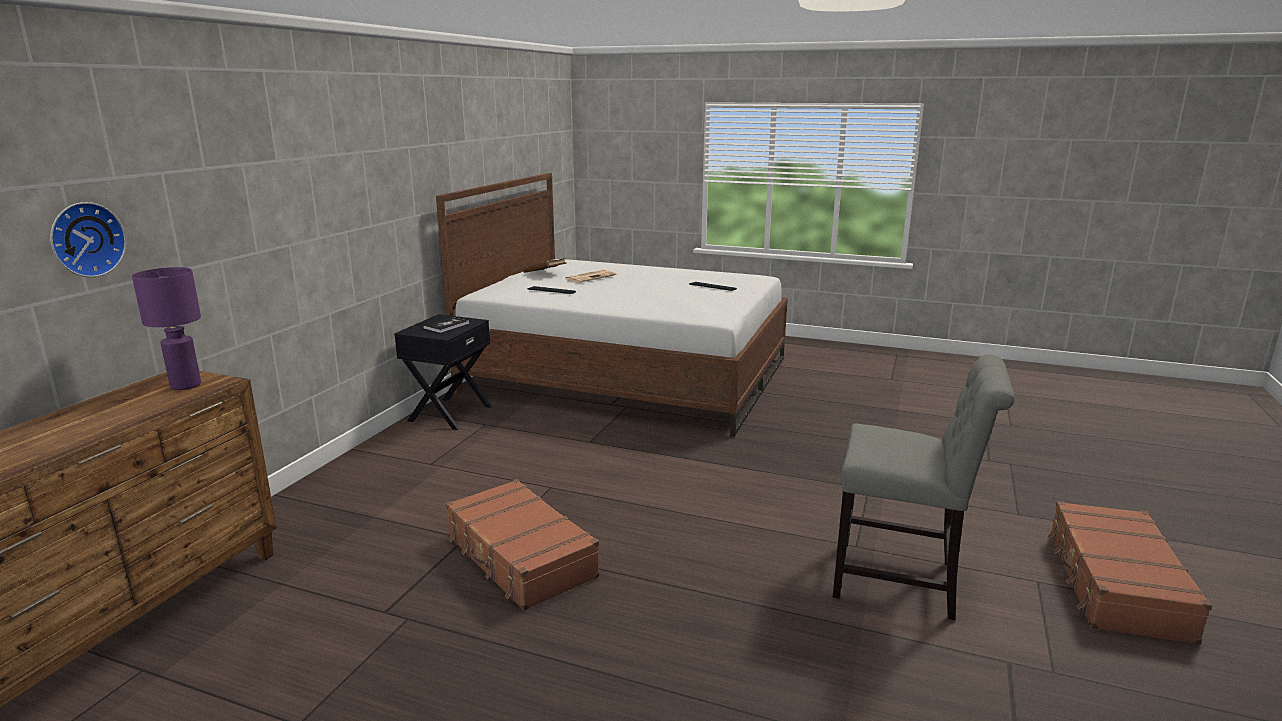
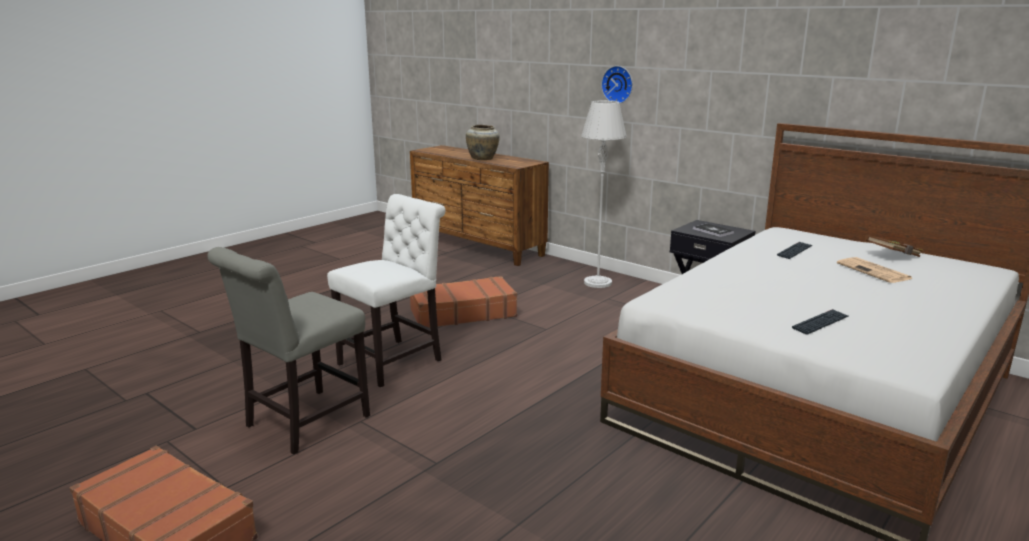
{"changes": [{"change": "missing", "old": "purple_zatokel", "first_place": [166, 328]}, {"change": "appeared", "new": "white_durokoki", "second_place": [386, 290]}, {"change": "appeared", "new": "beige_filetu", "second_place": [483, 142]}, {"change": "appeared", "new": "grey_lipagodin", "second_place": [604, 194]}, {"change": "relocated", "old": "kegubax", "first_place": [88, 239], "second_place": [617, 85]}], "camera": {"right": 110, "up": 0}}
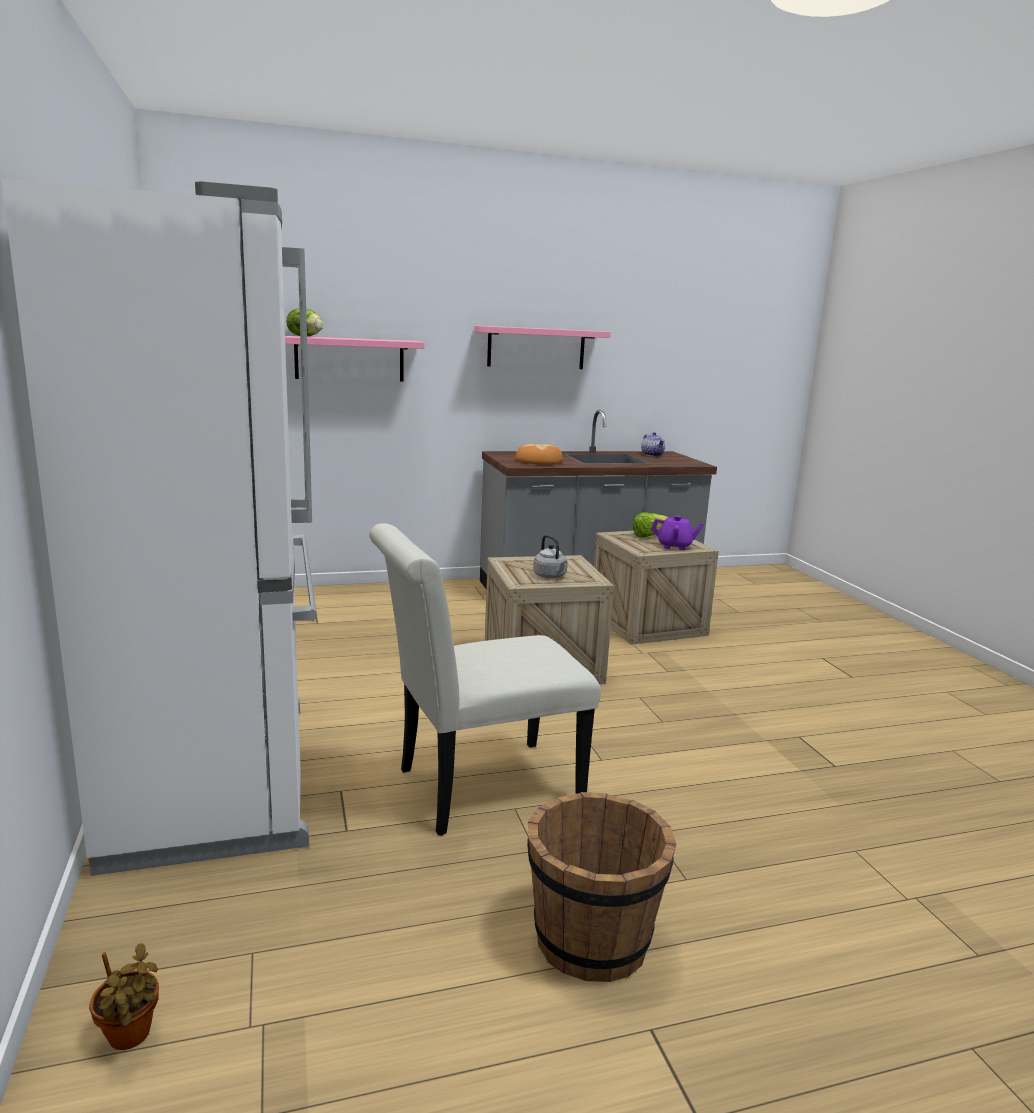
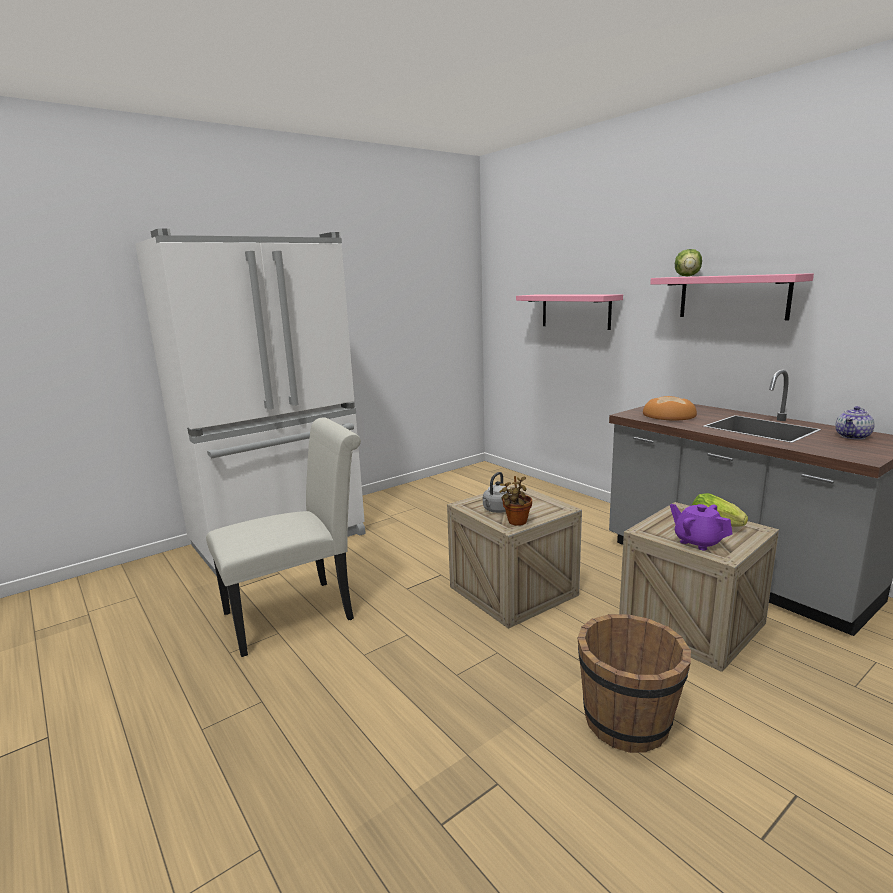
{"changes": [{"change": "relocated", "old": "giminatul", "first_place": [124, 996], "second_place": [515, 501]}, {"change": "relocated", "old": "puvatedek", "first_place": [304, 322], "second_place": [688, 262]}, {"change": "relocated", "old": "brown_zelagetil", "first_place": [601, 887], "second_place": [634, 683]}, {"change": "spun", "old": "white_durokoki", "first_place": [485, 679], "second_place": [283, 537], "degrees": 105}, {"change": "spun", "old": "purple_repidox", "first_place": [677, 533], "second_place": [701, 527], "degrees": 150}], "camera": {"right": 70, "up": 0}}
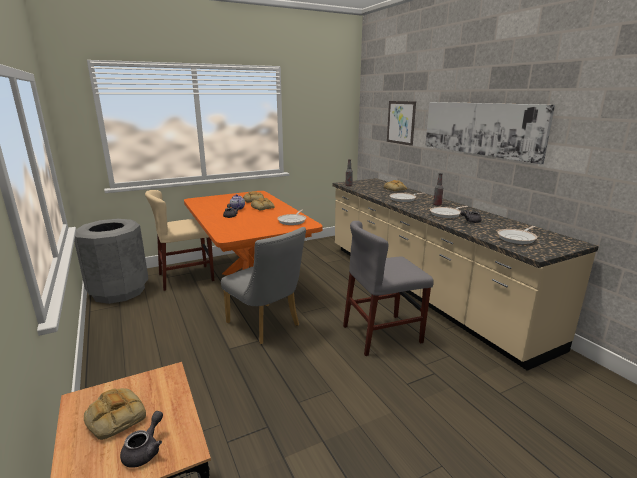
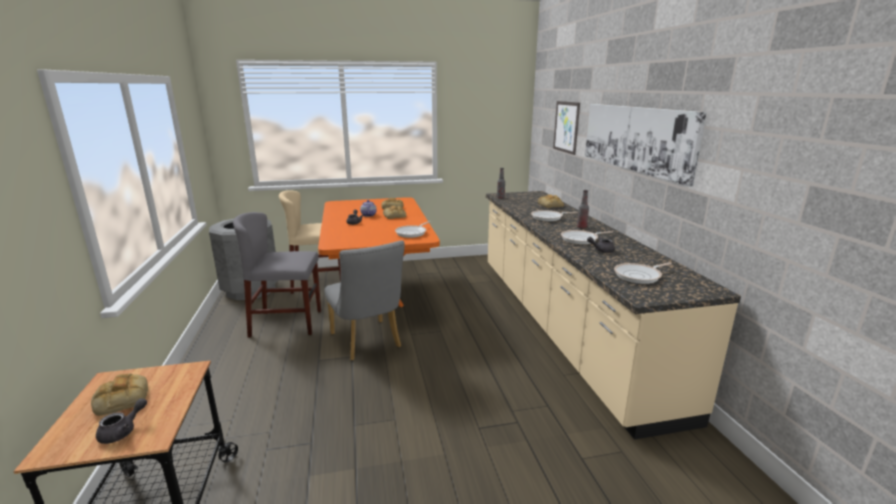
{"changes": [{"change": "relocated", "old": "grey_durokoki", "first_place": [388, 288], "second_place": [277, 275]}], "camera": {"right": 15, "up": 0}}
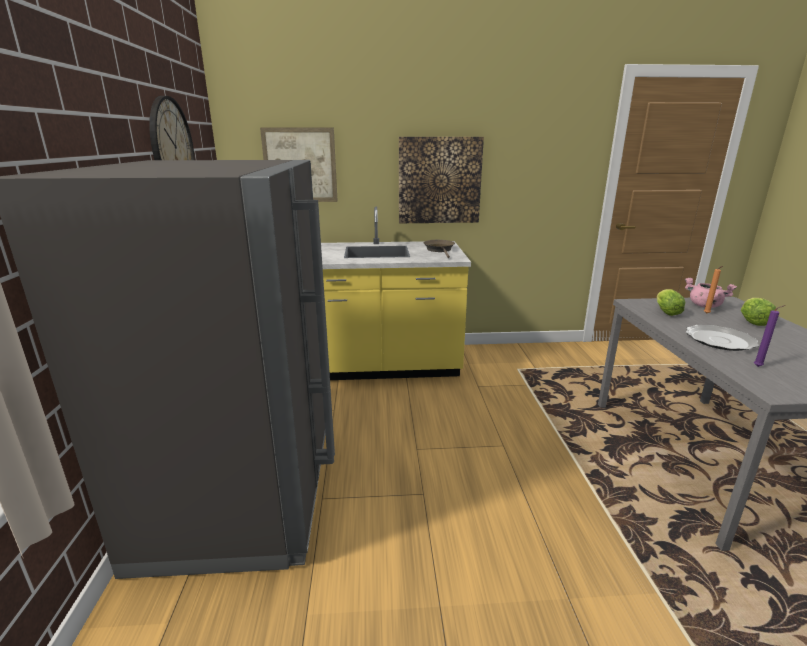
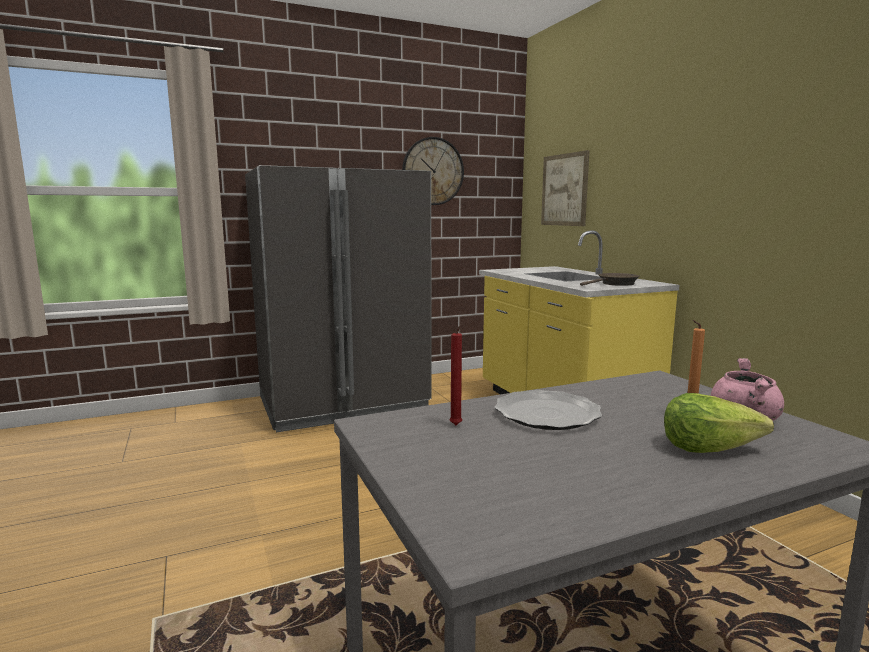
{"changes": [{"change": "missing", "old": "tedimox", "first_place": [441, 180]}, {"change": "missing", "old": "puvatedek", "first_place": [671, 302]}, {"change": "colour", "old": "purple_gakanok", "new": "red_gakanok", "first_place": [769, 336], "second_place": [455, 375]}], "camera": {"right": 70, "up": -10}}
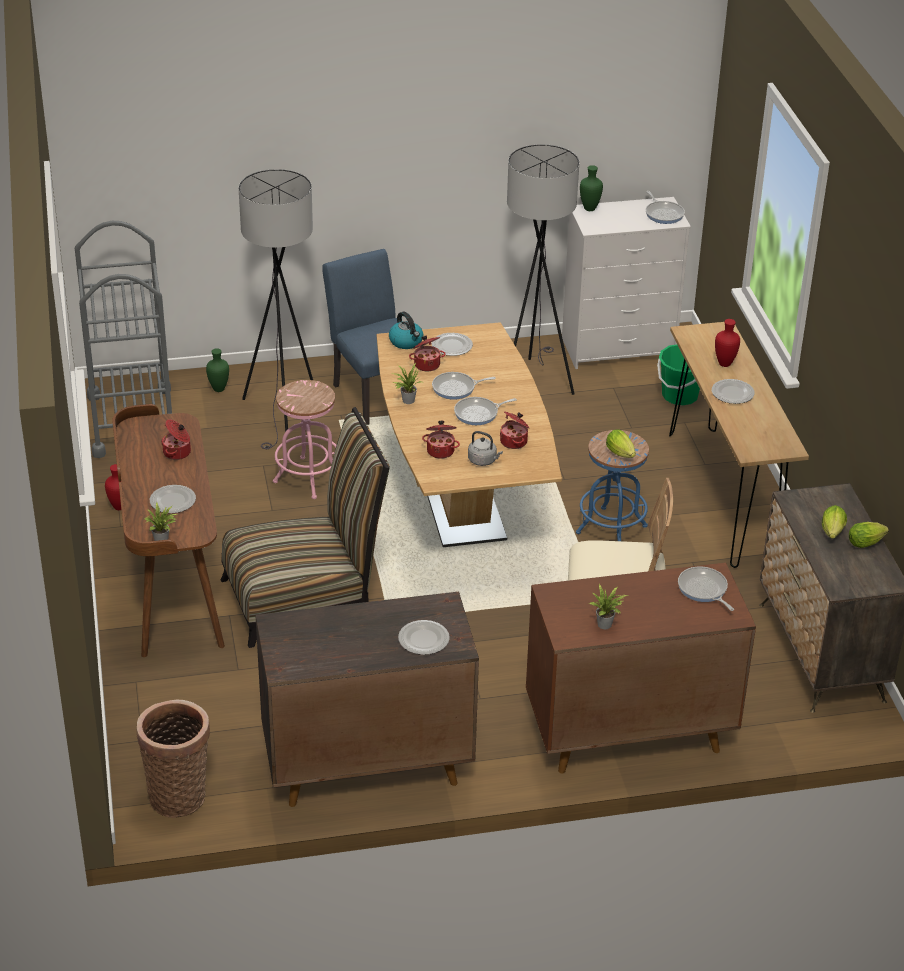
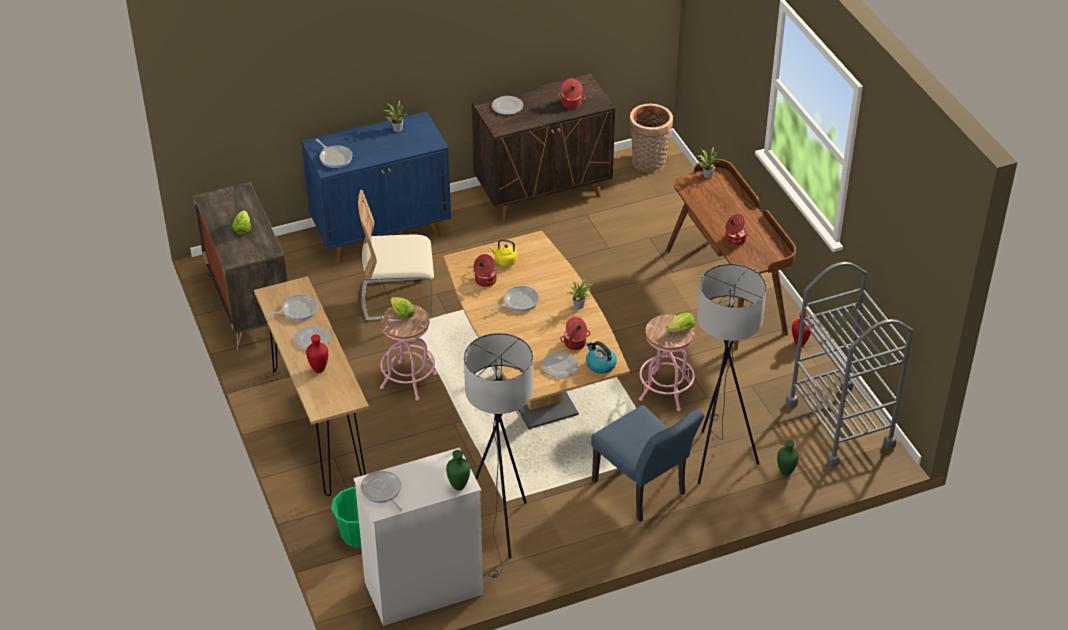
{"changes": [{"change": "missing", "old": "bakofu", "first_place": [173, 499]}, {"change": "missing", "old": "durokoki", "first_place": [305, 527]}, {"change": "relocated", "old": "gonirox", "first_place": [441, 440], "second_place": [572, 94]}, {"change": "relocated", "old": "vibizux", "first_place": [464, 386], "second_place": [291, 307]}, {"change": "relocated", "old": "puvatedek", "first_place": [869, 535], "second_place": [680, 322]}, {"change": "colour", "old": "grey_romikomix", "new": "yellow_romikomix", "first_place": [485, 448], "second_place": [503, 252]}, {"change": "colour", "old": "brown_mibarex", "new": "blue_mibarex", "first_place": [641, 668], "second_place": [376, 187]}, {"change": "colour", "old": "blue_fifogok", "new": "pink_fifogok", "first_place": [612, 485], "second_place": [408, 353]}], "camera": {"right": 170, "up": 5}}
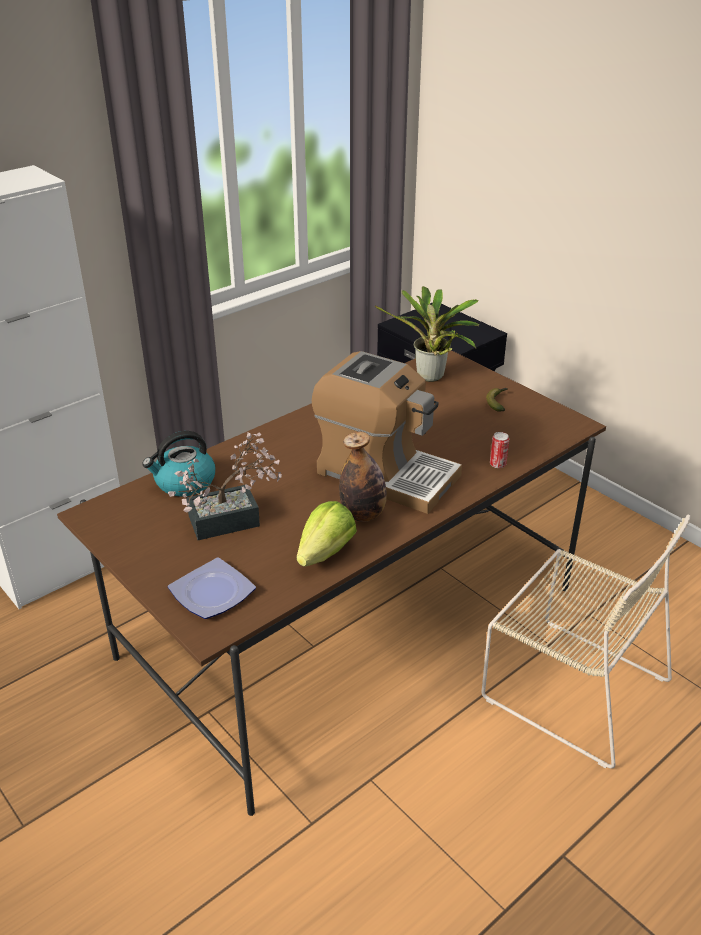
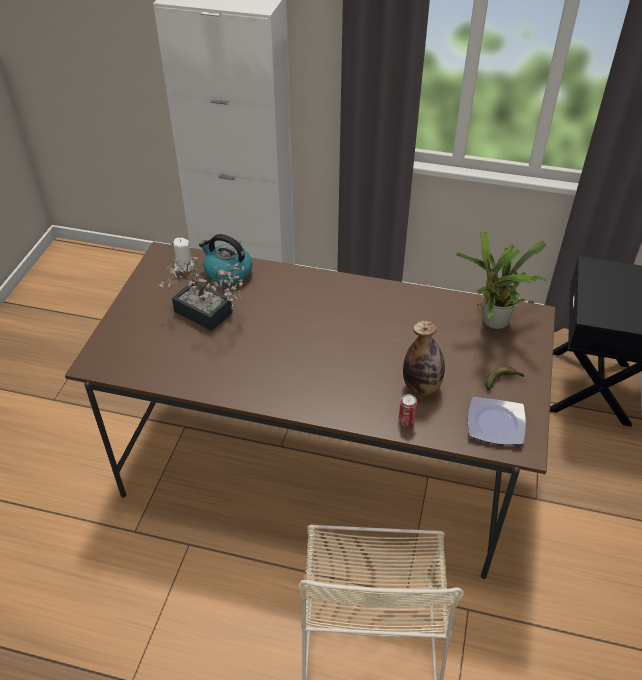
{"changes": [{"change": "missing", "old": "puvatedek", "first_place": [327, 534]}, {"change": "missing", "old": "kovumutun", "first_place": [387, 432]}, {"change": "appeared", "new": "white_gakanok", "second_place": [183, 255]}, {"change": "relocated", "old": "bakofu", "first_place": [212, 588], "second_place": [497, 421]}, {"change": "relocated", "old": "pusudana", "first_place": [363, 476], "second_place": [424, 358]}], "camera": {"right": 55, "up": 10}}
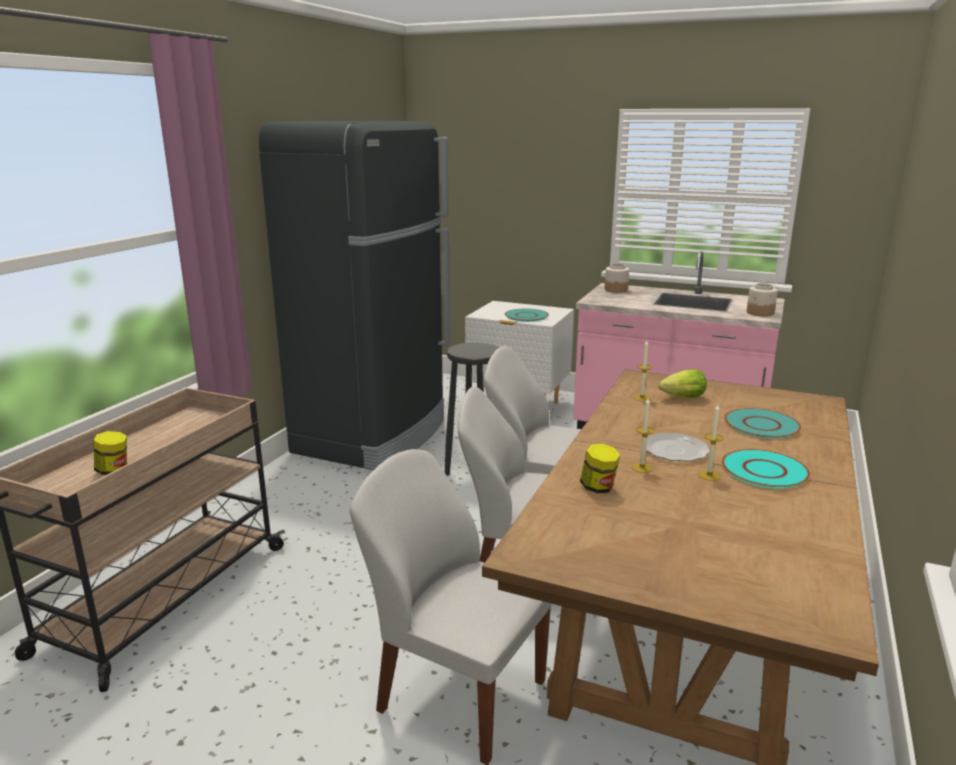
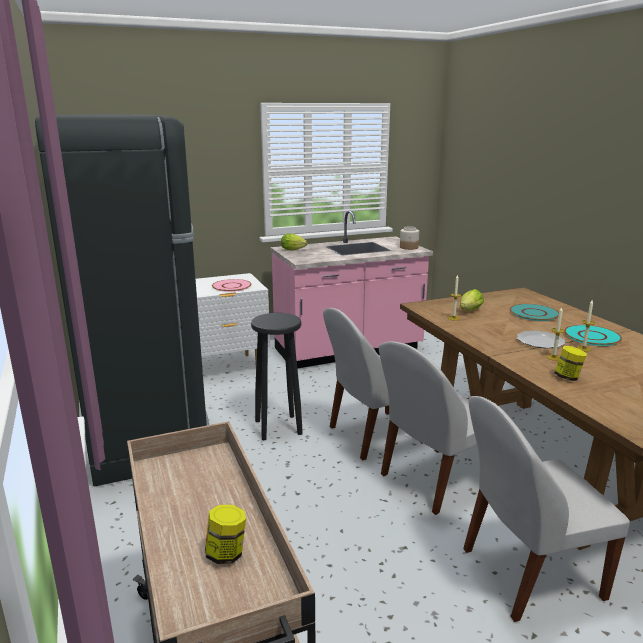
{"changes": [{"change": "exchanged", "old": "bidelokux", "new": "puvatedek", "first_place": [616, 278], "second_place": [294, 242]}, {"change": "colour", "old": "turquoise_bakofu", "new": "pink_bakofu", "first_place": [527, 315], "second_place": [232, 285]}], "camera": {"right": -45, "up": 0}}
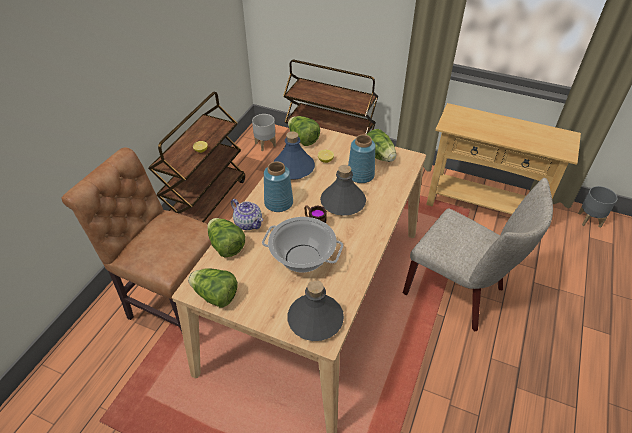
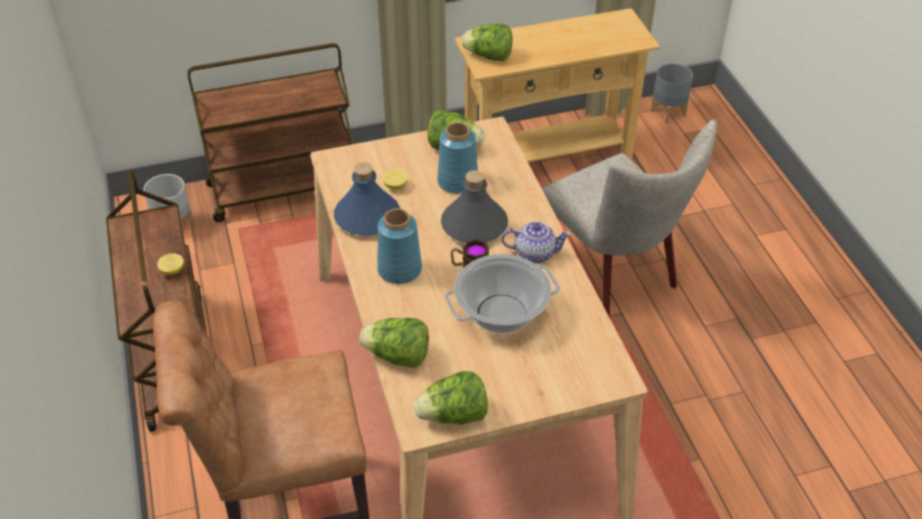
{"changes": [{"change": "missing", "old": "grey_pusudana", "first_place": [316, 310]}, {"change": "relocated", "old": "repidox", "first_place": [247, 214], "second_place": [536, 242]}, {"change": "relocated", "old": "puvatedek", "first_place": [304, 131], "second_place": [487, 42]}, {"change": "spun", "old": "beige_durokoki", "first_place": [478, 255], "second_place": [629, 217], "degrees": 60}], "camera": {"right": -40, "up": 0}}
